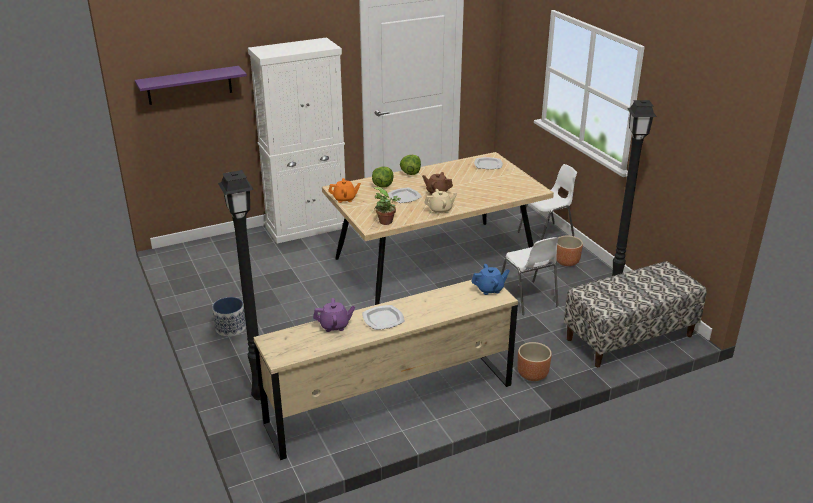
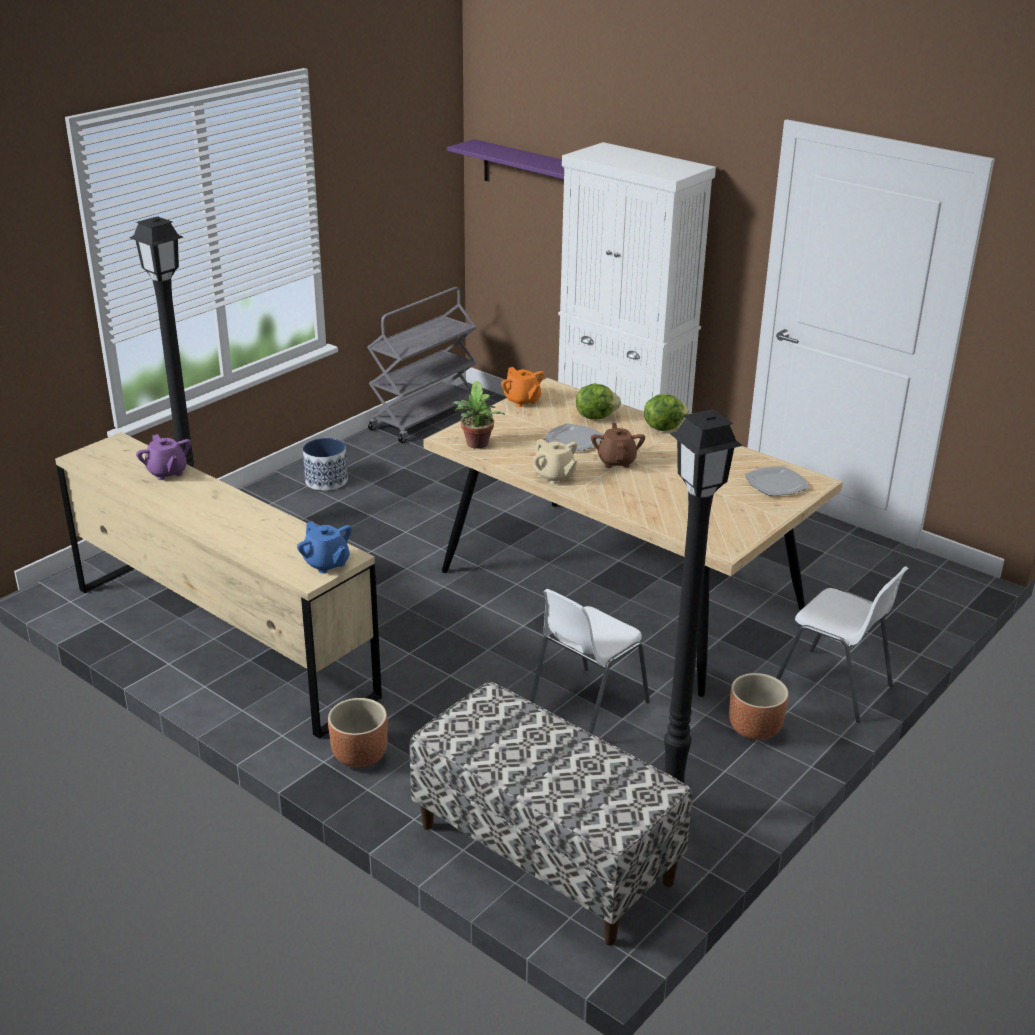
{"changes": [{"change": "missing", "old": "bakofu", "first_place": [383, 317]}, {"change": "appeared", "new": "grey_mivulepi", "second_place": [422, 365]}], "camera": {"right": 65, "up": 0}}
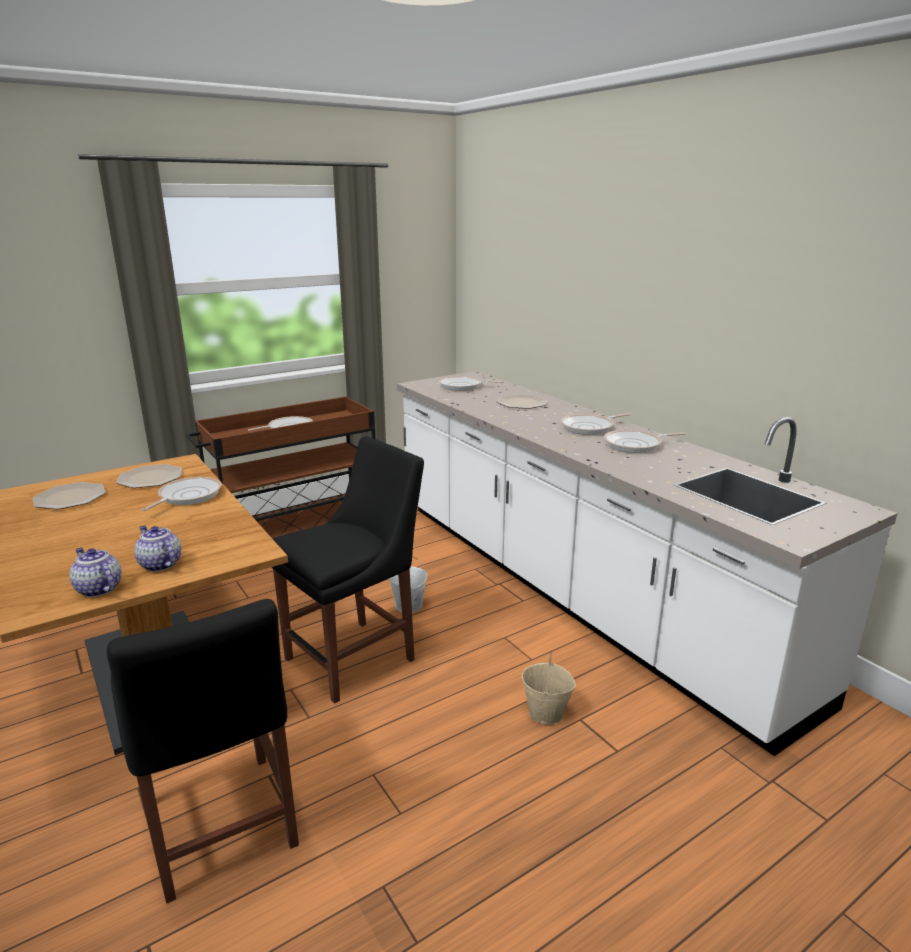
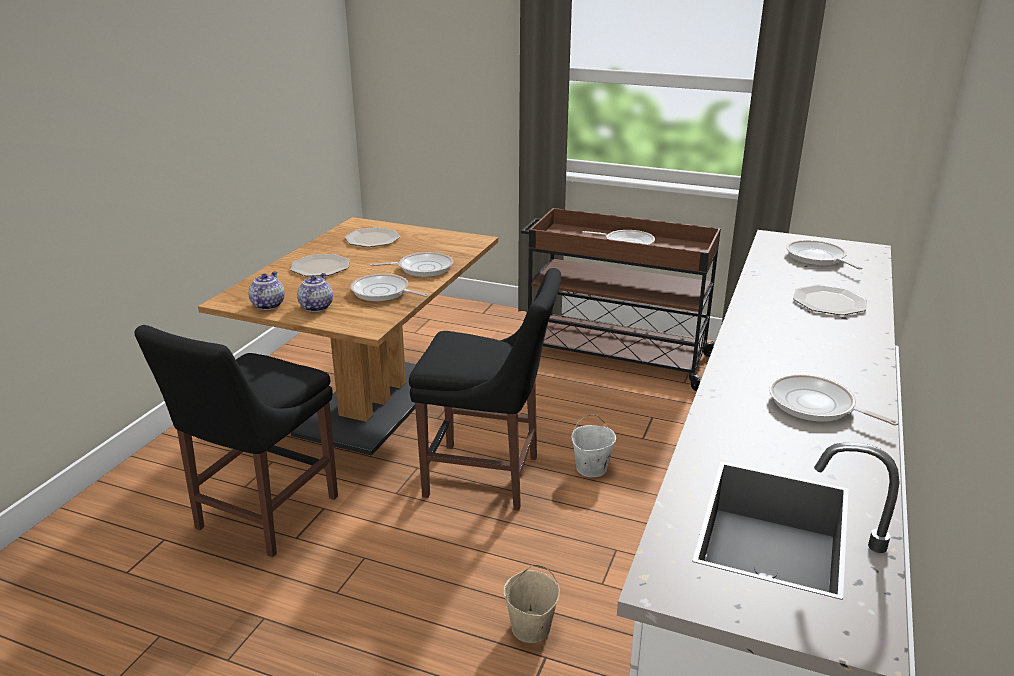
{"changes": [{"change": "relocated", "old": "bakofu", "first_place": [149, 476], "second_place": [320, 265]}, {"change": "relocated", "old": "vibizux", "first_place": [595, 424], "second_place": [389, 287]}], "camera": {"right": 55, "up": 5}}
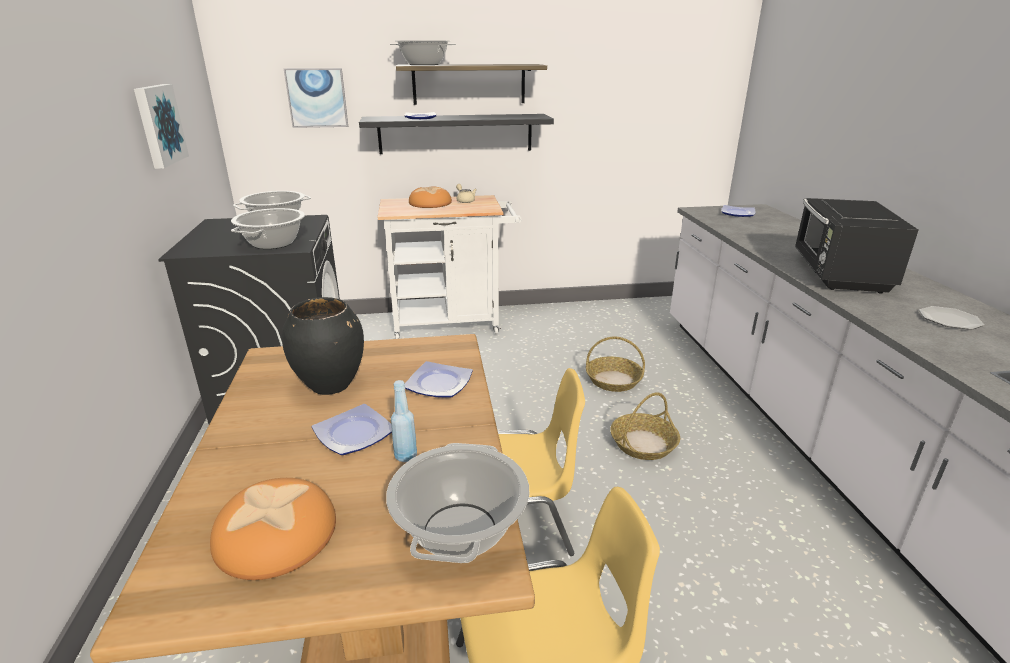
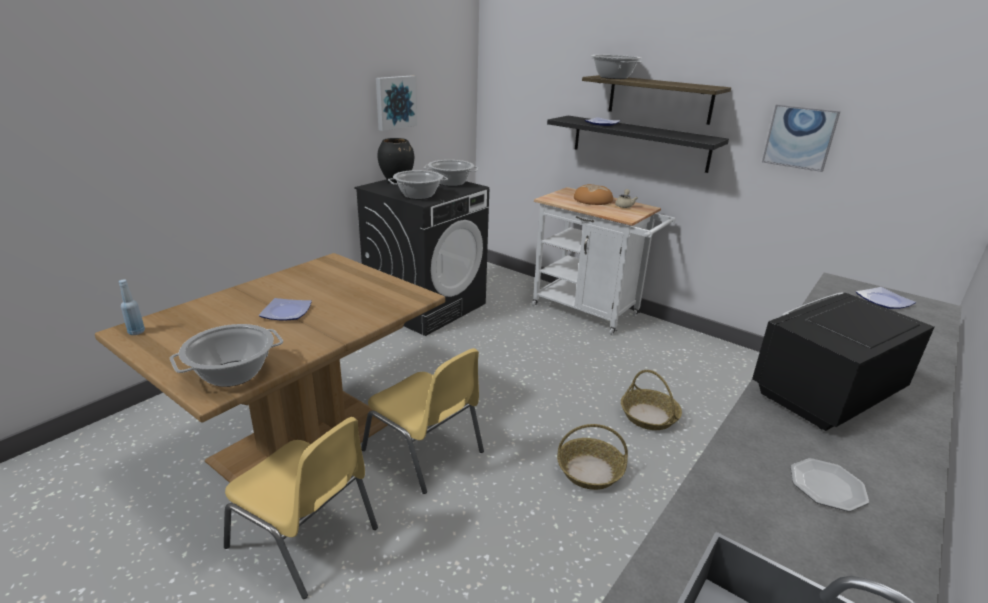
{"changes": [{"change": "missing", "old": "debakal", "first_place": [273, 529]}, {"change": "missing", "old": "bakofu", "first_place": [439, 379]}, {"change": "relocated", "old": "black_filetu", "first_place": [323, 346], "second_place": [395, 160]}, {"change": "relocated", "old": "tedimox", "first_place": [316, 98], "second_place": [801, 138]}, {"change": "relocated", "old": "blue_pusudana", "first_place": [404, 421], "second_place": [132, 307]}], "camera": {"right": 45, "up": 0}}
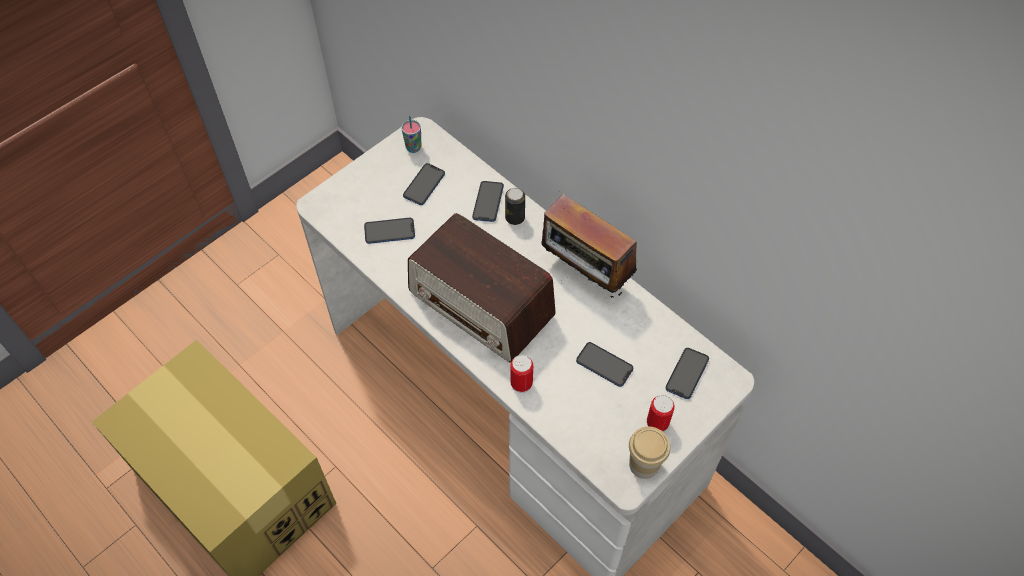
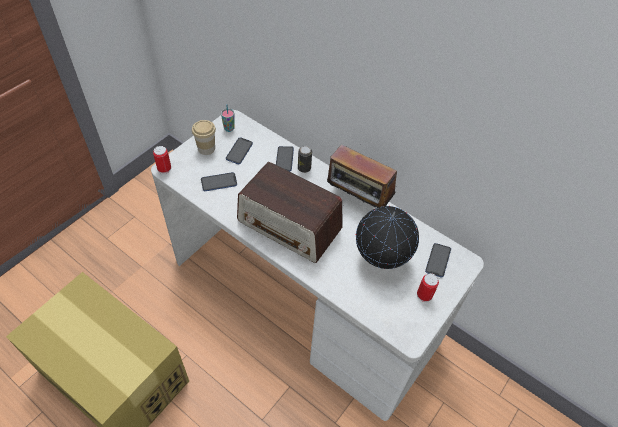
{"changes": [{"change": "relocated", "old": "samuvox", "first_place": [521, 374], "second_place": [162, 160]}, {"change": "relocated", "old": "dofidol", "first_place": [649, 452], "second_place": [204, 137]}, {"change": "exchanged", "old": "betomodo", "new": "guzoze", "first_place": [604, 364], "second_place": [387, 237]}], "camera": {"right": -10, "up": -5}}
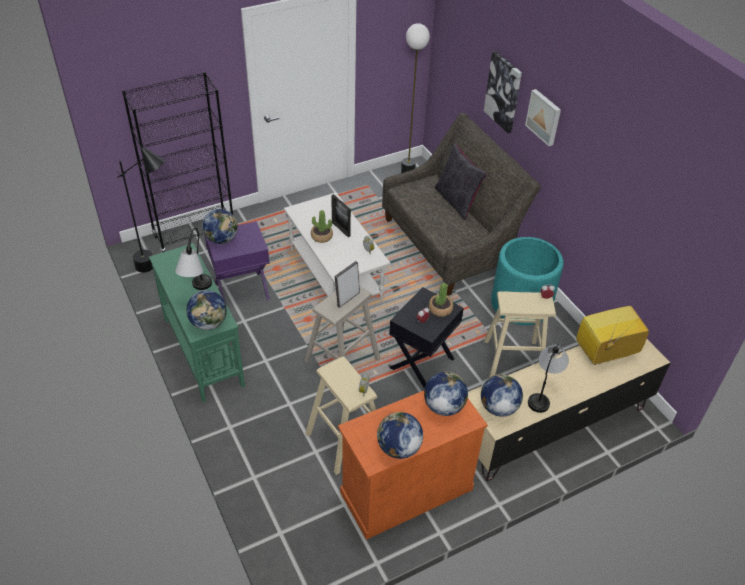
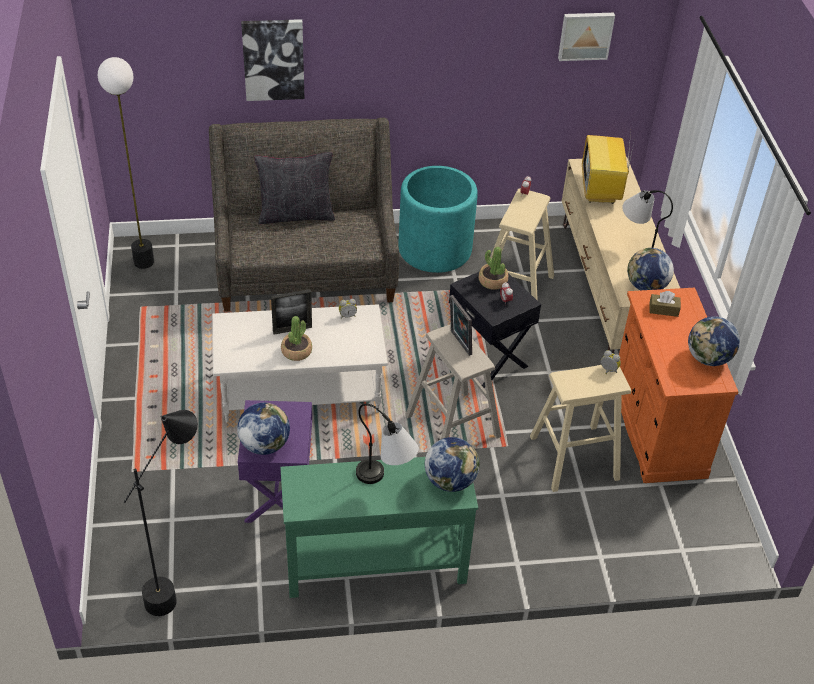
{"changes": [{"change": "missing", "old": "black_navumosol", "first_place": [177, 162]}, {"change": "relocated", "old": "tedimox", "first_place": [543, 117], "second_place": [586, 37]}, {"change": "exchanged", "old": "guzoze", "new": "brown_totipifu", "first_place": [446, 394], "second_place": [665, 304]}], "camera": {"right": -70, "up": 0}}
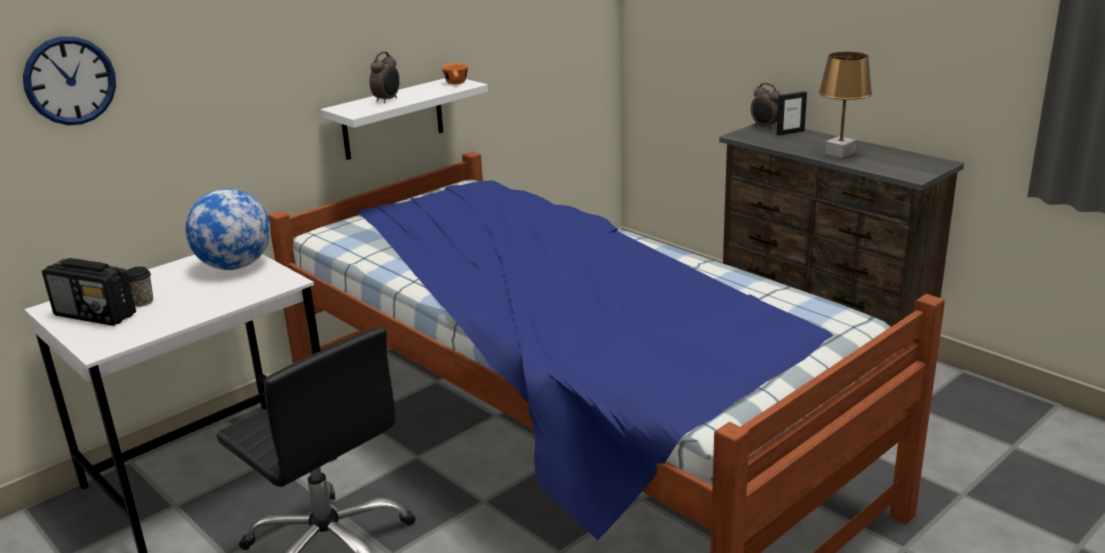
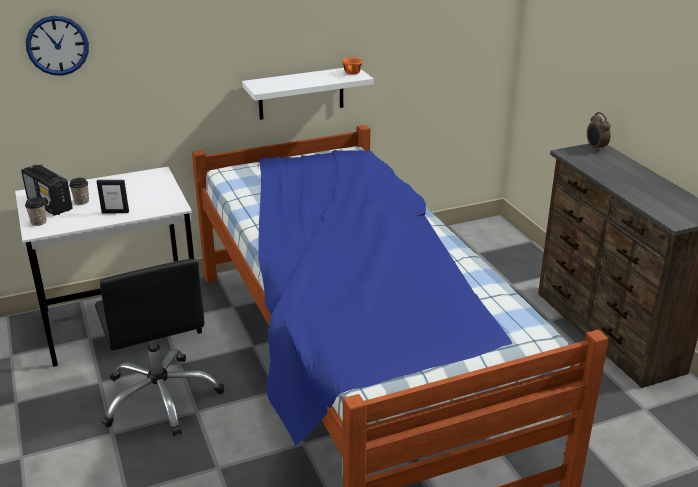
{"changes": [{"change": "missing", "old": "guzoze", "first_place": [227, 229]}, {"change": "missing", "old": "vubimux", "first_place": [384, 77]}, {"change": "missing", "old": "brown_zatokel", "first_place": [845, 105]}, {"change": "appeared", "new": "dofidol", "second_place": [36, 211]}, {"change": "relocated", "old": "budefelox", "first_place": [792, 113], "second_place": [112, 196]}], "camera": {"right": 20, "up": 5}}
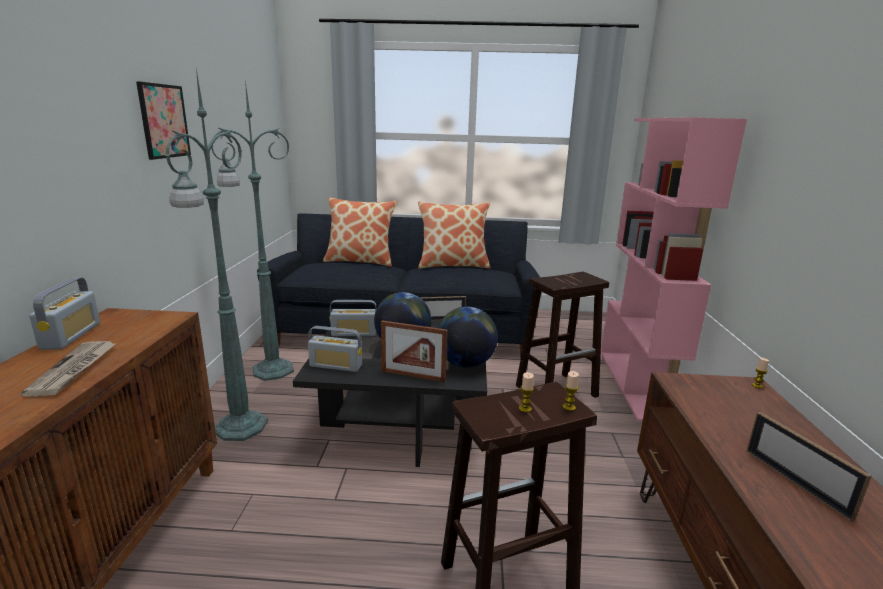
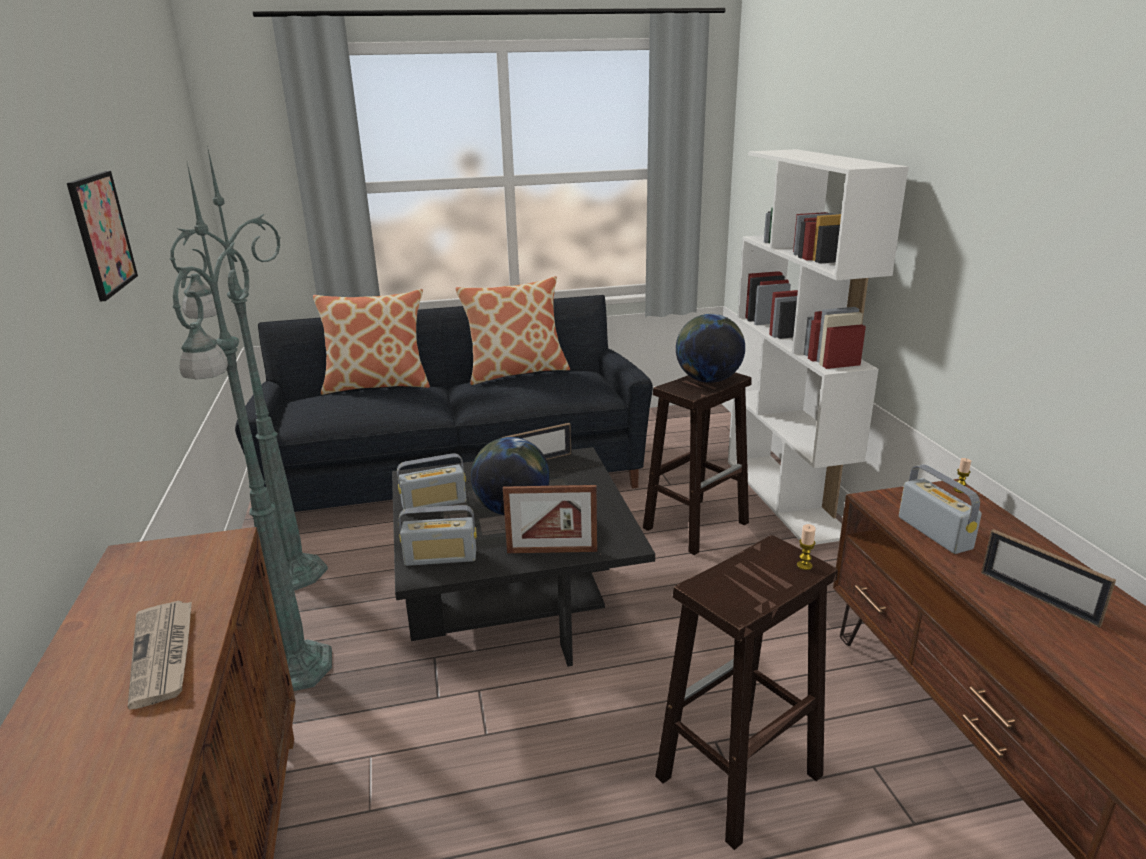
{"changes": [{"change": "missing", "old": "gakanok", "first_place": [526, 392]}, {"change": "relocated", "old": "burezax", "first_place": [65, 313], "second_place": [940, 509]}, {"change": "relocated", "old": "guzoze", "first_place": [468, 337], "second_place": [710, 348]}, {"change": "colour", "old": "pink_navumosol", "new": "white_navumosol", "first_place": [674, 269], "second_place": [818, 347]}], "camera": {"right": -15, "up": 5}}
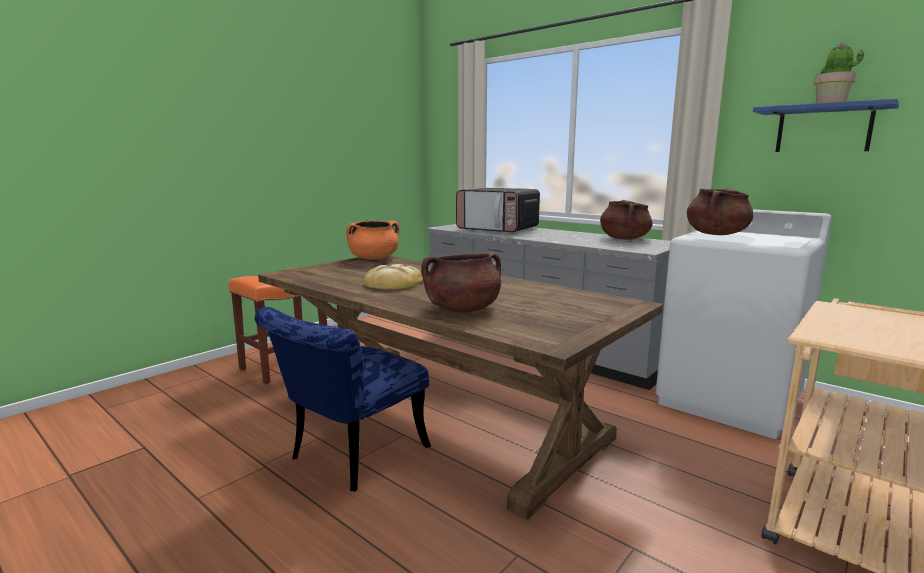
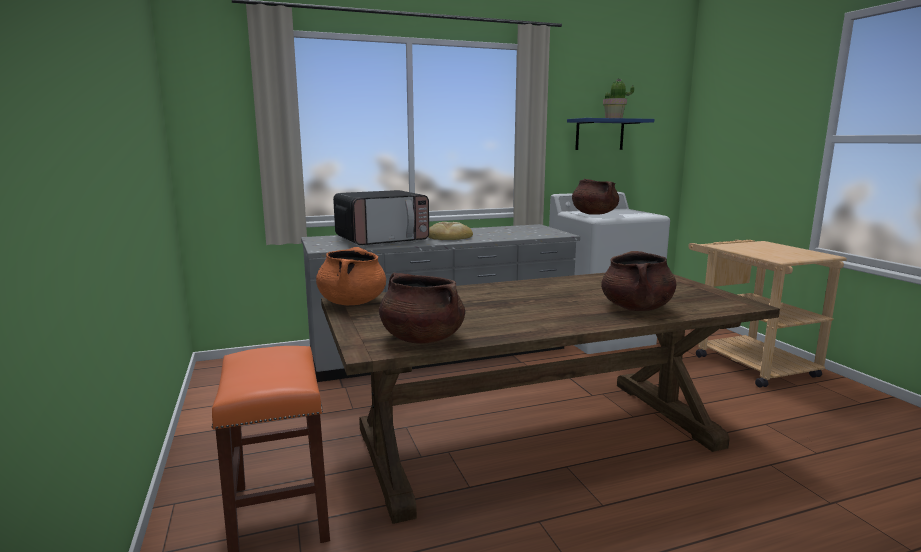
{"changes": [{"change": "missing", "old": "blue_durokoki", "first_place": [343, 399]}, {"change": "relocated", "old": "debakal", "first_place": [393, 277], "second_place": [450, 231]}, {"change": "relocated", "old": "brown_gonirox", "first_place": [626, 220], "second_place": [422, 308]}], "camera": {"right": -60, "up": 0}}
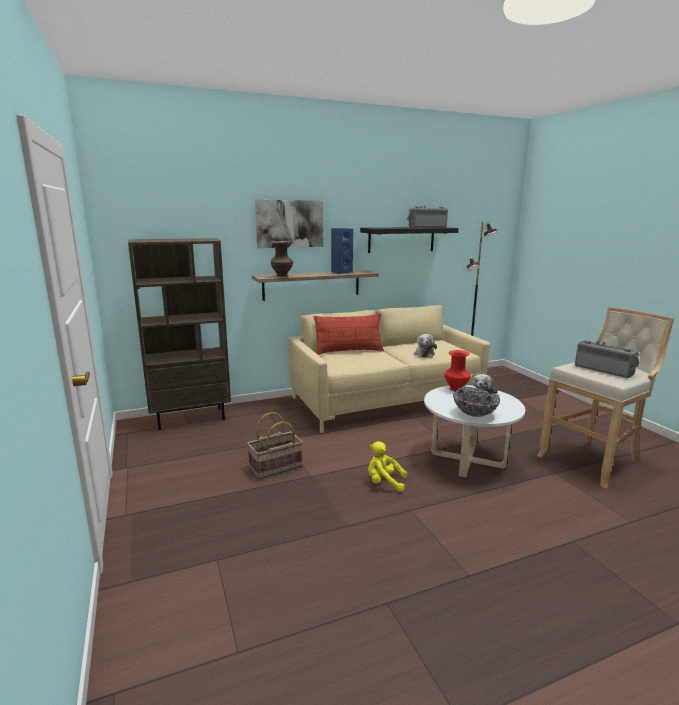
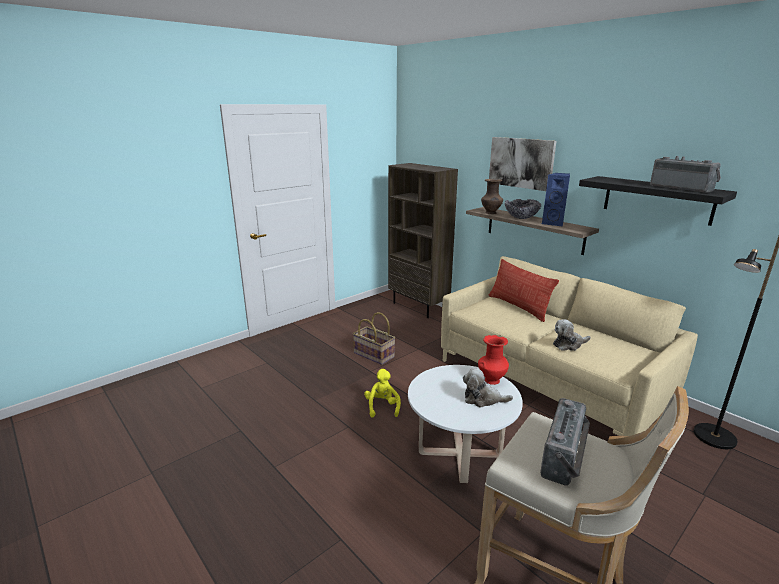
{"changes": [{"change": "relocated", "old": "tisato", "first_place": [476, 402], "second_place": [523, 209]}], "camera": {"right": 70, "up": 5}}
